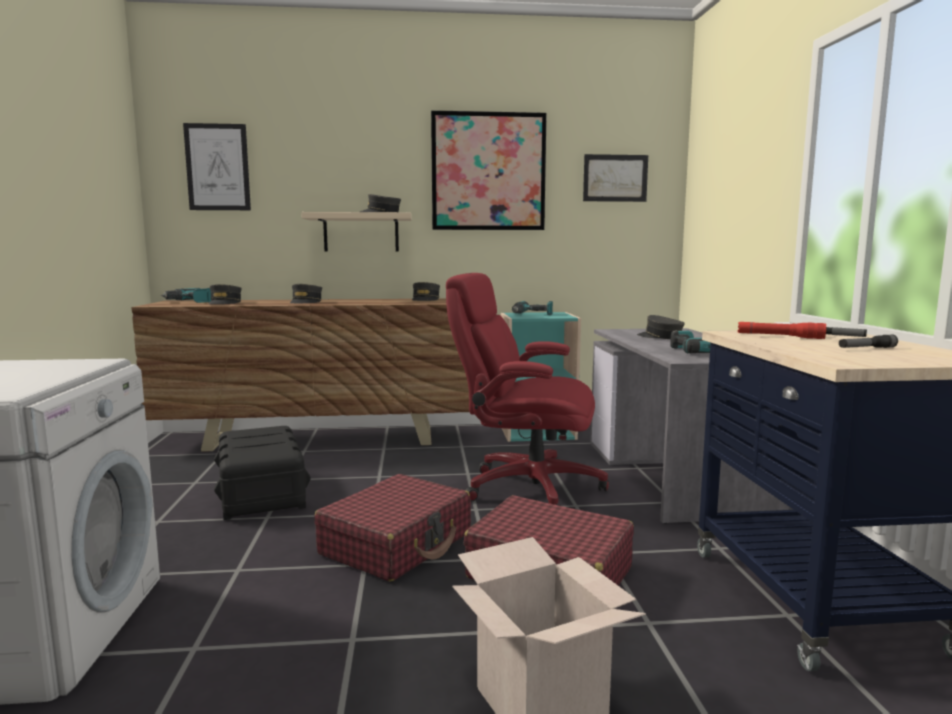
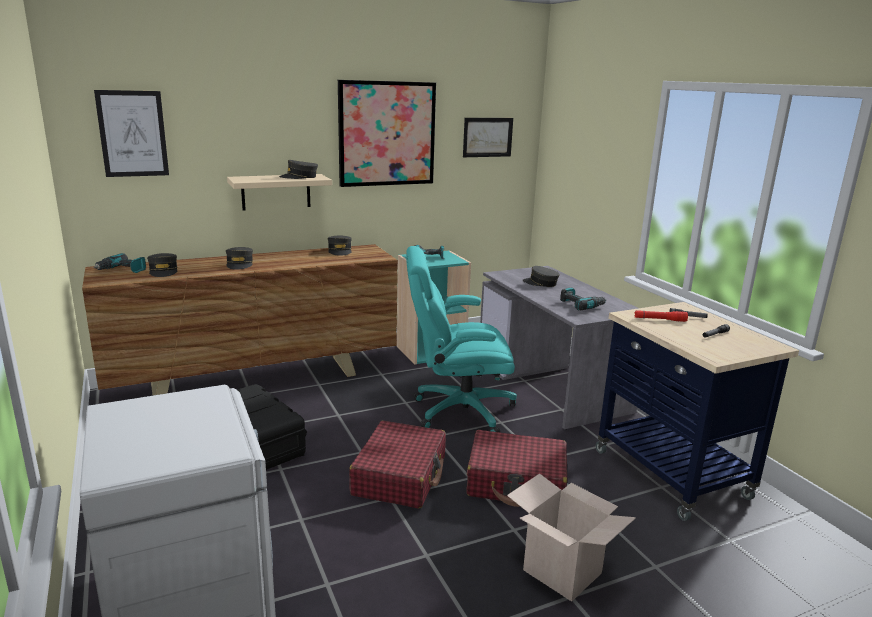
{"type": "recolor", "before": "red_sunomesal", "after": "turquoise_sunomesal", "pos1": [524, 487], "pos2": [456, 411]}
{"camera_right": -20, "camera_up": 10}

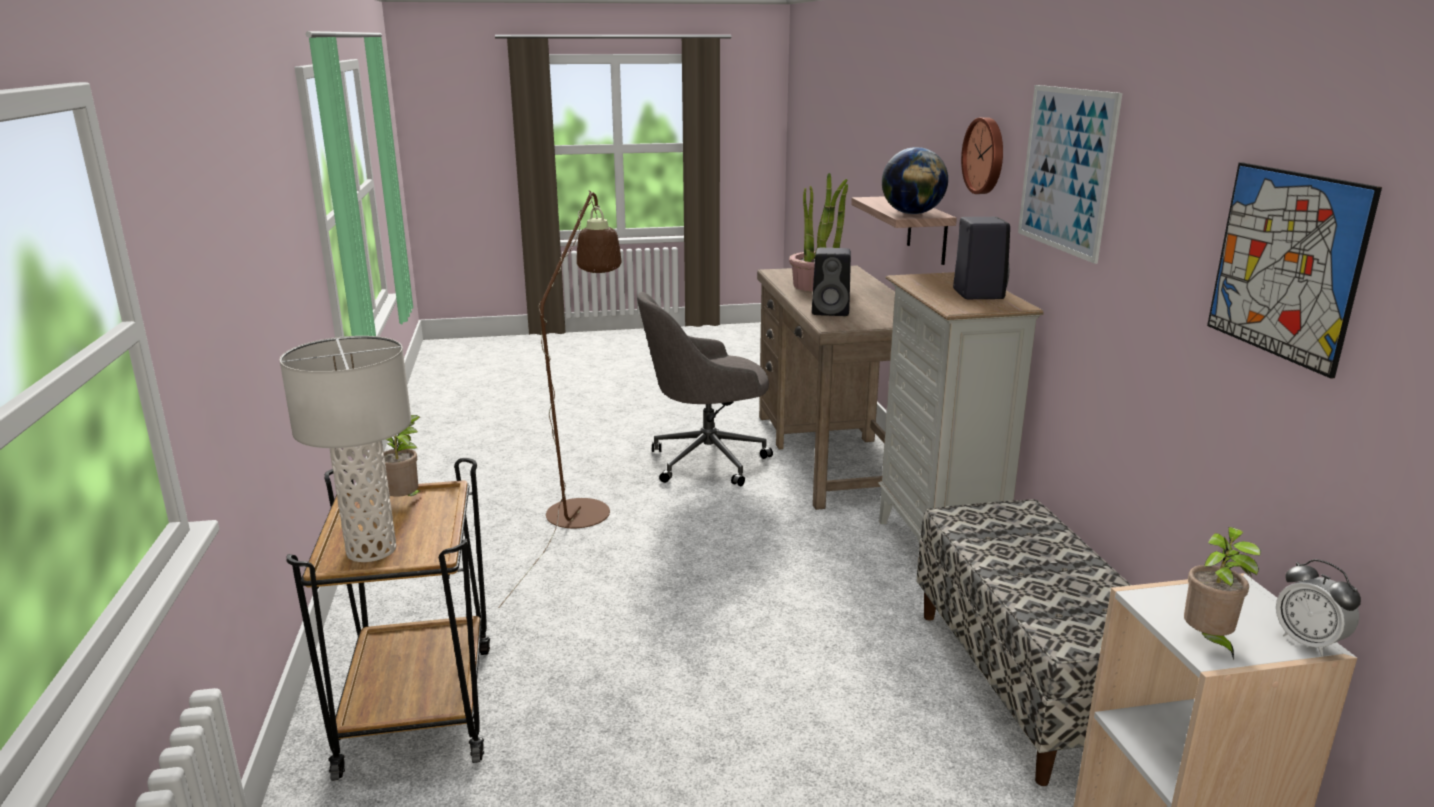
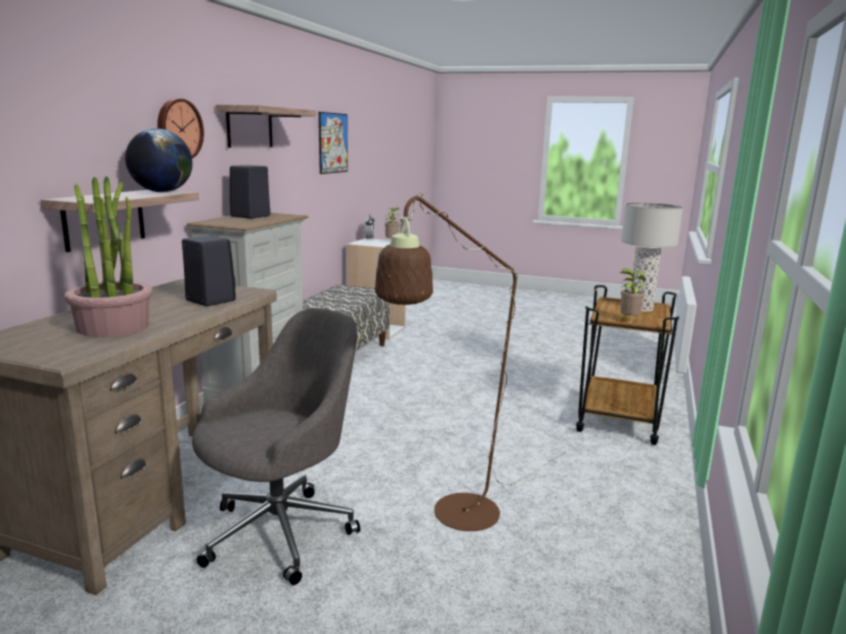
{"type": "replace", "before": "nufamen", "after": "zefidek", "pos1": [1066, 170], "pos2": [249, 127]}
{"type": "rotate", "before": "grey_sunomesal", "pos1": [706, 462], "pos2": [280, 532], "turn": -60}
{"camera_right": -150, "camera_up": -5}

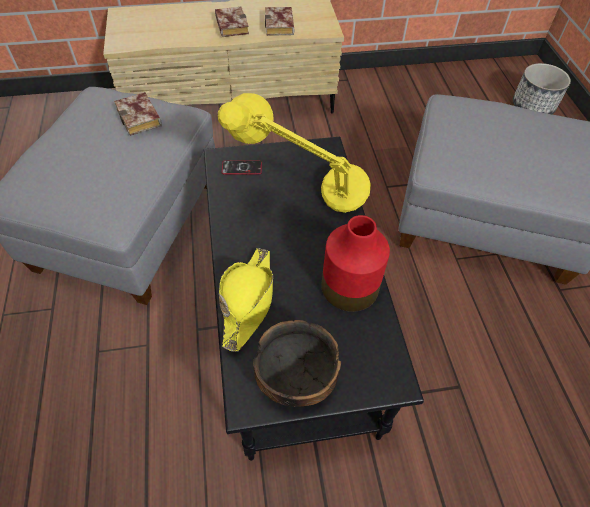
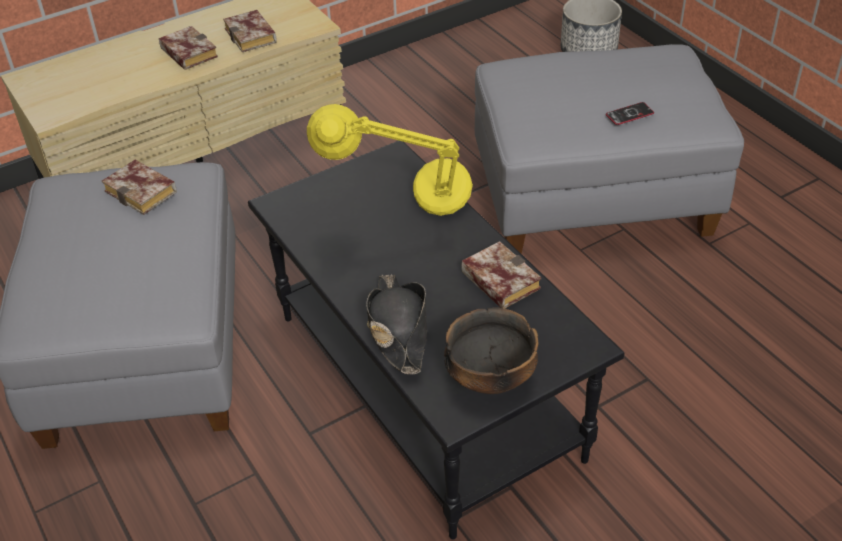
{"type": "move", "before": "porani", "pos1": [241, 168], "pos2": [629, 114]}
{"type": "replace", "before": "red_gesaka", "after": "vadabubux", "pos1": [349, 286], "pos2": [497, 280]}
{"type": "recolor", "before": "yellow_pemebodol", "after": "black_pemebodol", "pos1": [248, 300], "pos2": [398, 329]}
{"camera_right": -20, "camera_up": -10}

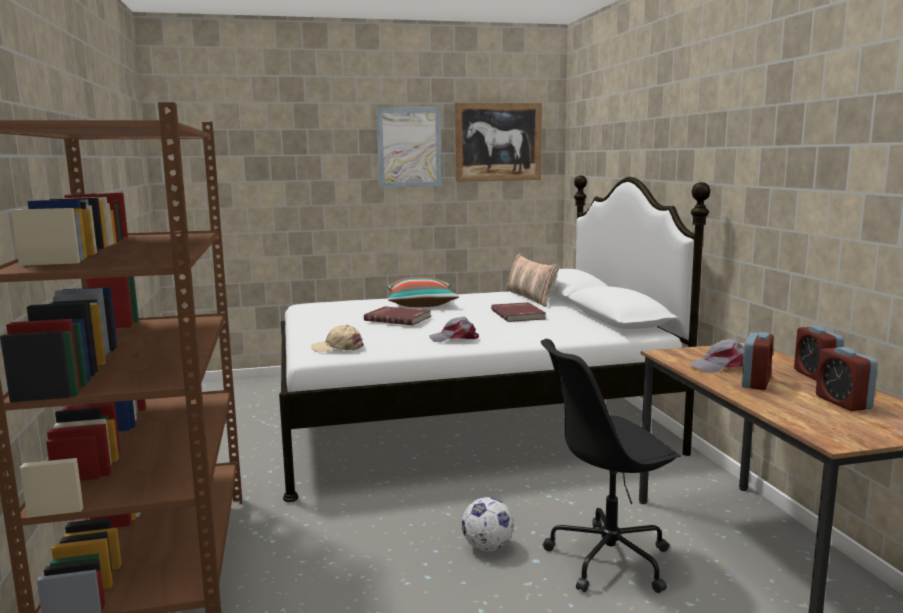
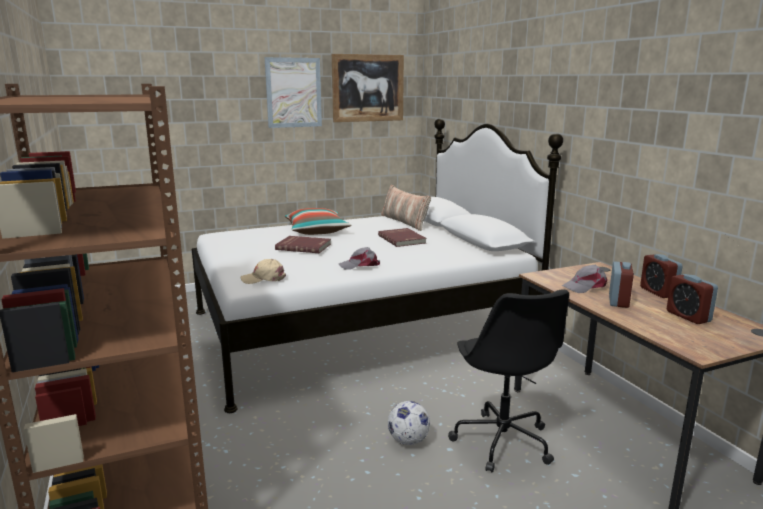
{"type": "rotate", "before": "black_sunomesal", "pos1": [606, 560], "pos2": [503, 444], "turn": -75}
{"camera_right": -10, "camera_up": 5}

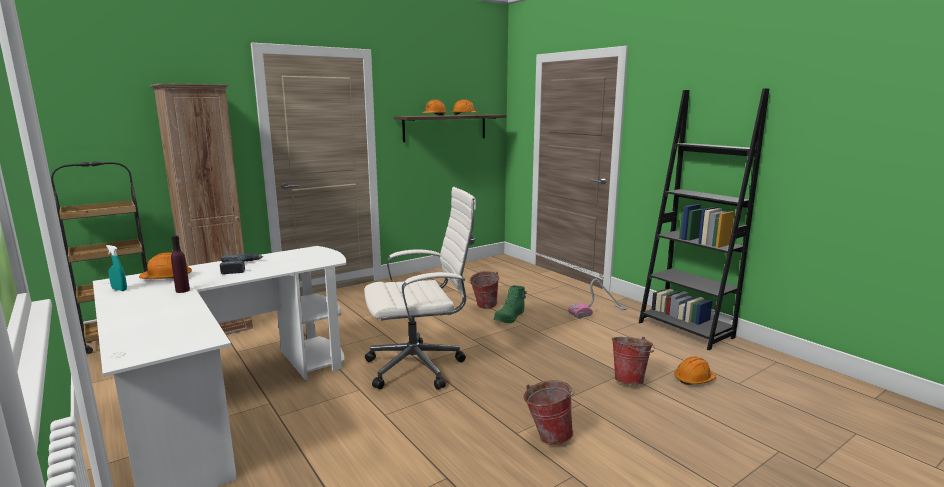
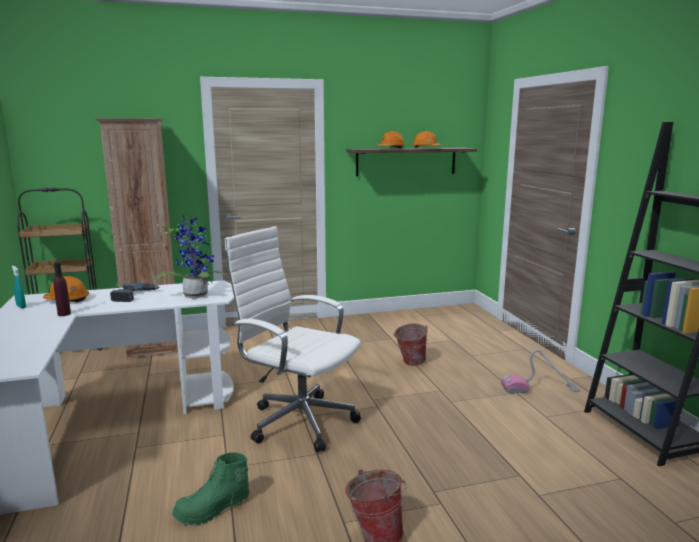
{"type": "delete", "before": "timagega", "pos1": [630, 379]}
{"type": "delete", "before": "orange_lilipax", "pos1": [694, 379]}
{"type": "insert", "after": "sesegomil", "pos2": [195, 294]}
{"type": "move", "before": "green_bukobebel", "pos1": [510, 318], "pos2": [213, 509]}
{"type": "rotate", "before": "white_sunomesal", "pos1": [420, 366], "pos2": [297, 420], "turn": -150}
{"camera_right": 20, "camera_up": 0}

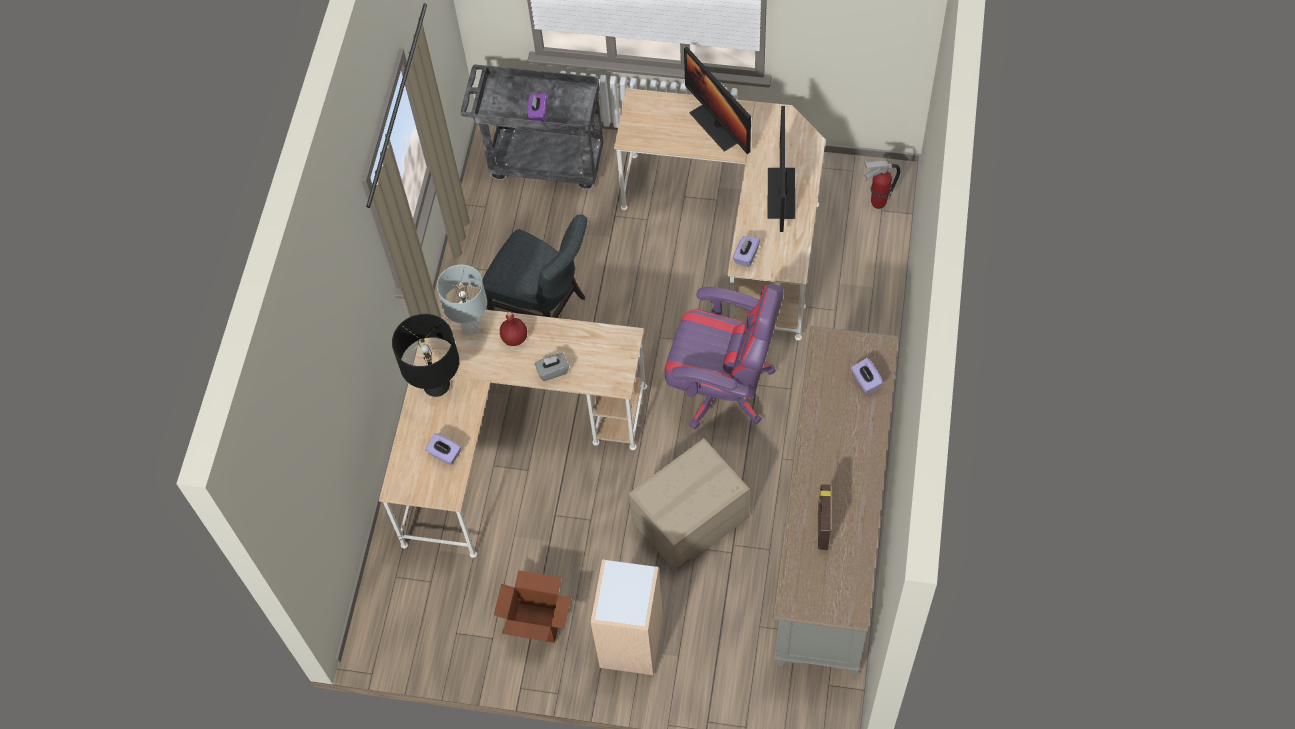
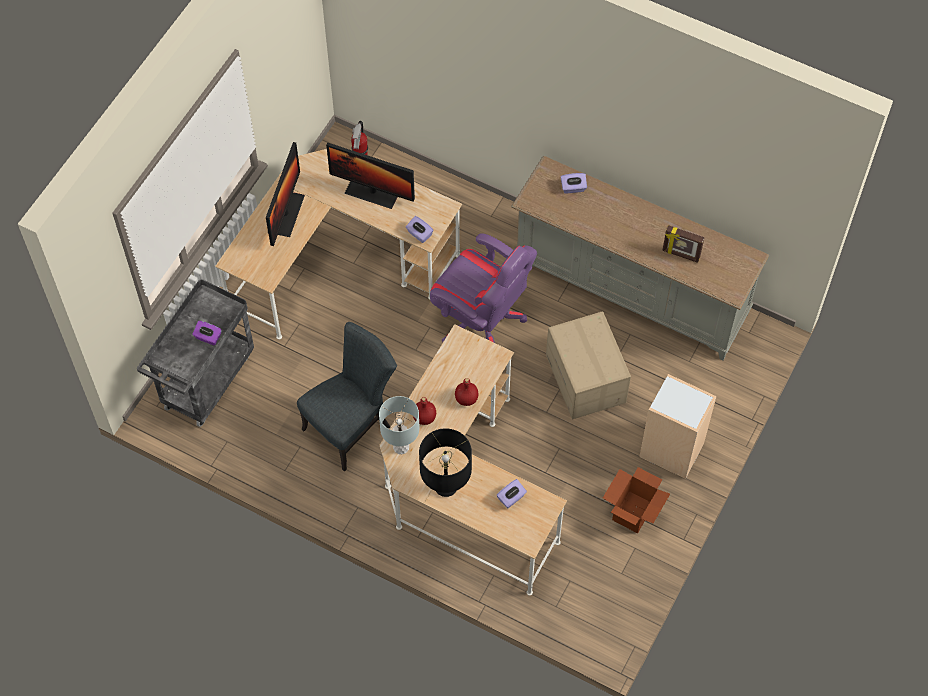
{"type": "replace", "before": "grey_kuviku", "after": "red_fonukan", "pos1": [552, 371], "pos2": [467, 399]}
{"type": "rotate", "before": "purple_sunomesal", "pos1": [722, 387], "pos2": [480, 320], "turn": 90}
{"type": "rotate", "before": "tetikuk", "pos1": [717, 125], "pos2": [286, 213], "turn": -60}
{"camera_right": -75, "camera_up": 0}

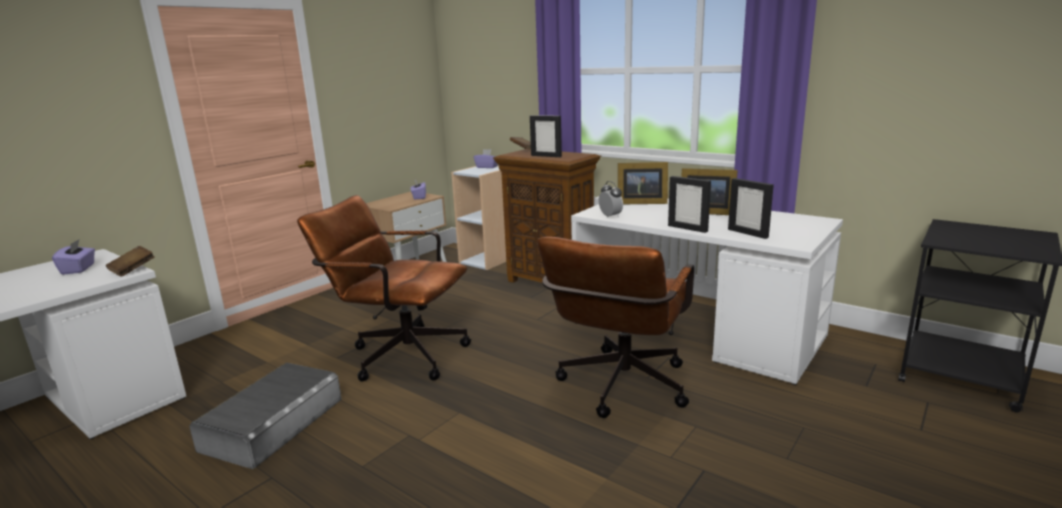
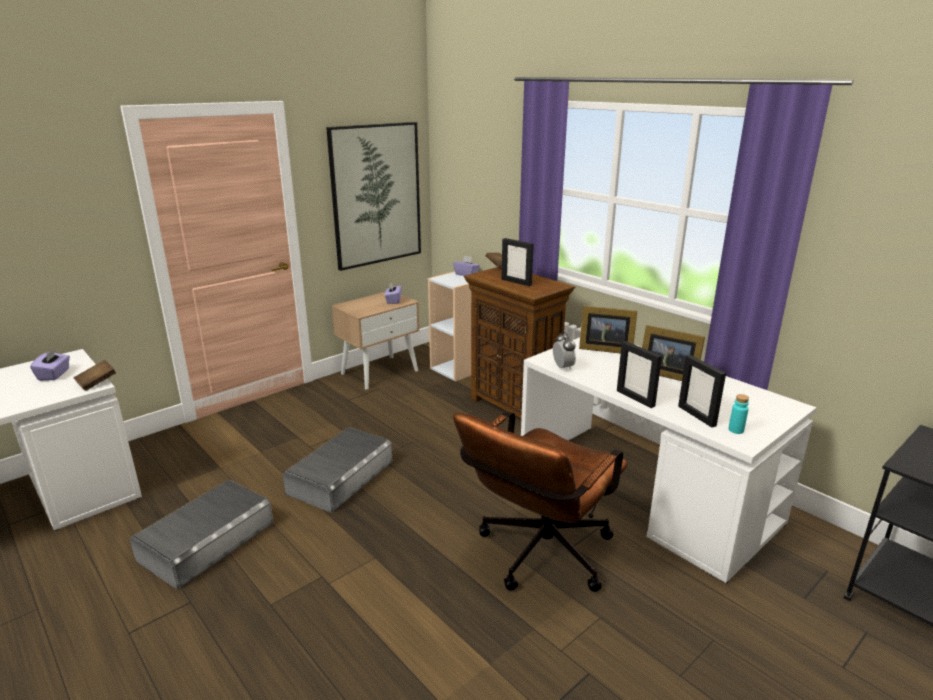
{"type": "insert", "after": "nufamen", "pos2": [376, 195]}
{"type": "insert", "after": "turquoise_fonukan", "pos2": [736, 430]}
{"type": "replace", "before": "brown_sunomesal", "after": "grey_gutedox", "pos1": [399, 354], "pos2": [340, 476]}
{"camera_right": 10, "camera_up": 5}

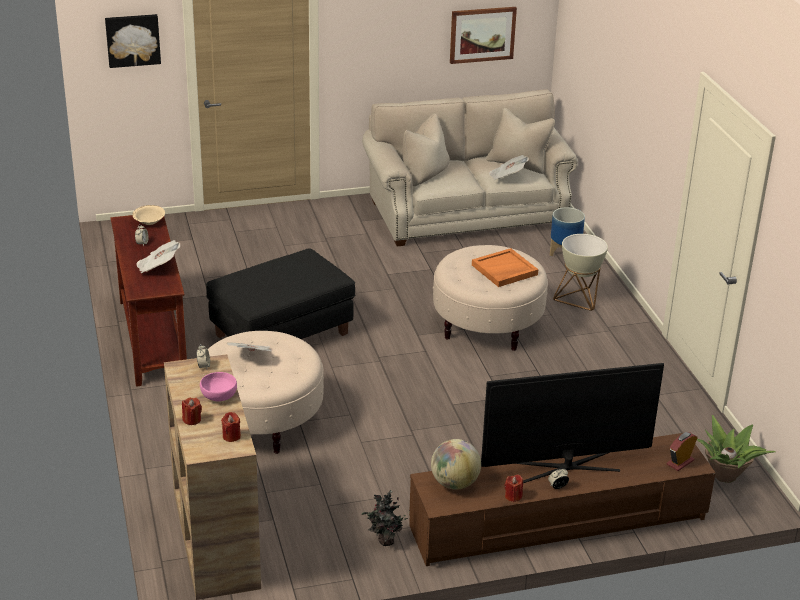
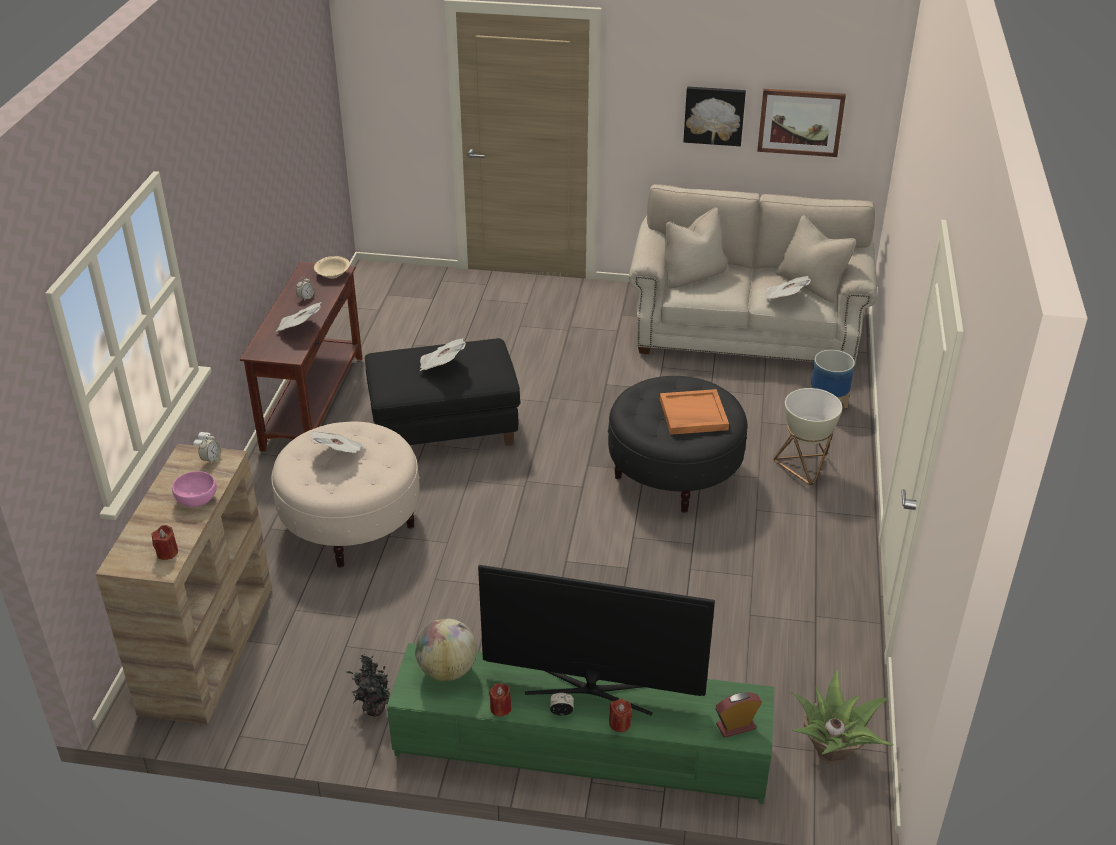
{"type": "insert", "after": "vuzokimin", "pos2": [441, 365]}
{"type": "move", "before": "nufamen", "pos1": [133, 40], "pos2": [714, 115]}
{"type": "move", "before": "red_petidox", "pos1": [192, 420], "pos2": [620, 723]}
{"type": "recolor", "before": "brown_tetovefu", "after": "green_tetovefu", "pos1": [558, 524], "pos2": [579, 751]}
{"type": "recolor", "before": "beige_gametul", "after": "black_gametul", "pos1": [488, 325], "pos2": [674, 473]}
{"camera_right": 25, "camera_up": 5}

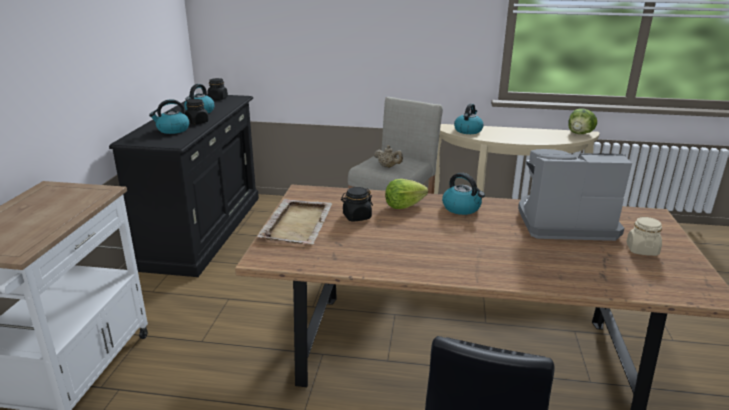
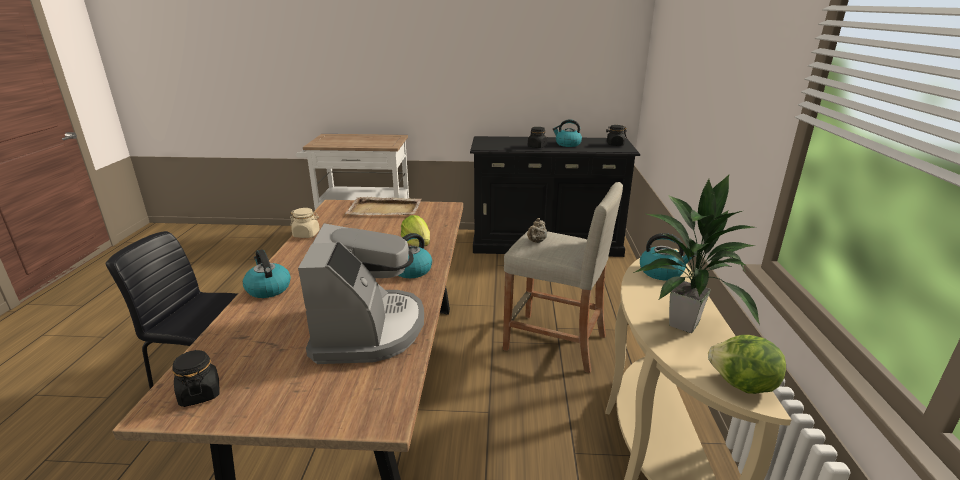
{"type": "insert", "after": "sesegomil", "pos2": [682, 325]}
{"type": "move", "before": "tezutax", "pos1": [172, 130], "pos2": [268, 288]}
{"type": "move", "before": "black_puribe", "pos1": [356, 217], "pos2": [200, 393]}
{"type": "move", "before": "beige_puribe", "pos1": [641, 250], "pos2": [306, 234]}
{"camera_right": 85, "camera_up": 0}

